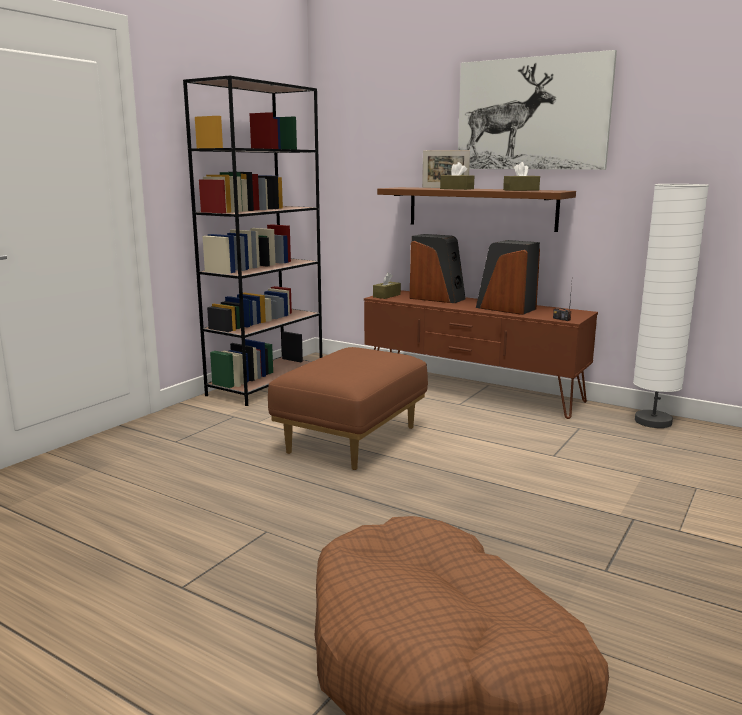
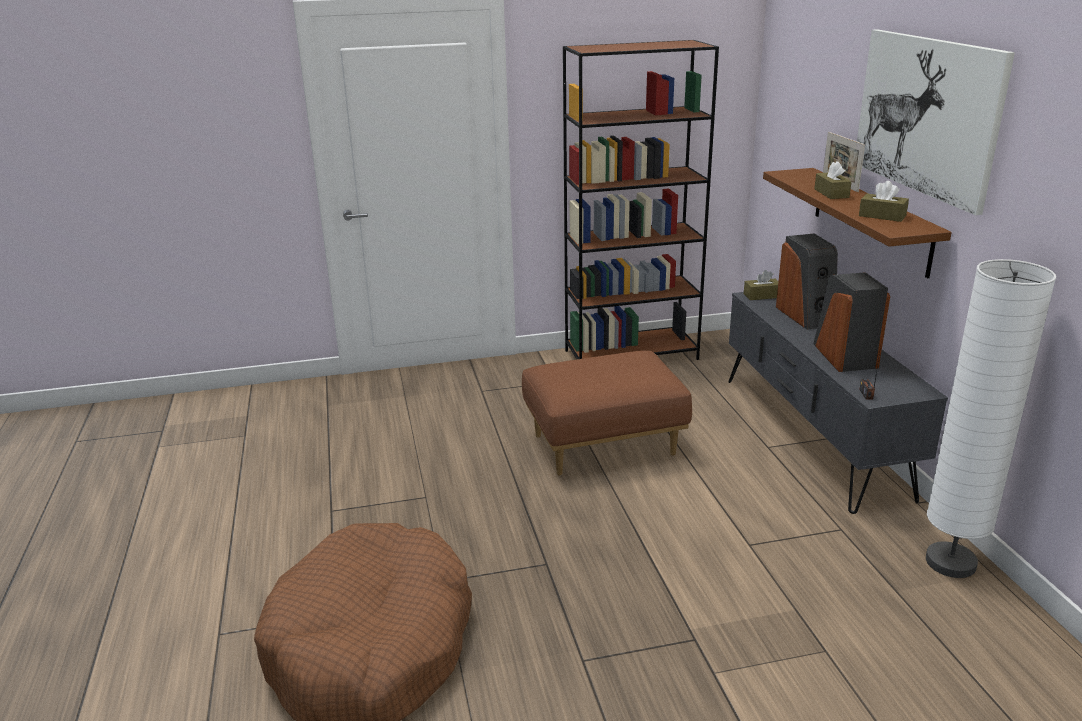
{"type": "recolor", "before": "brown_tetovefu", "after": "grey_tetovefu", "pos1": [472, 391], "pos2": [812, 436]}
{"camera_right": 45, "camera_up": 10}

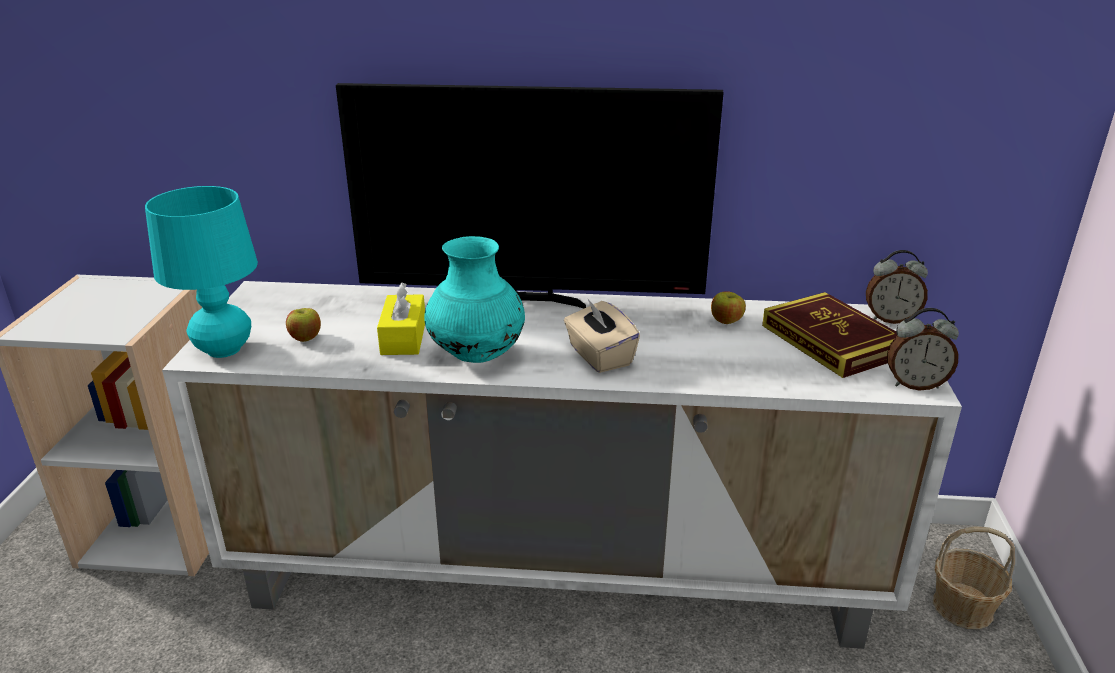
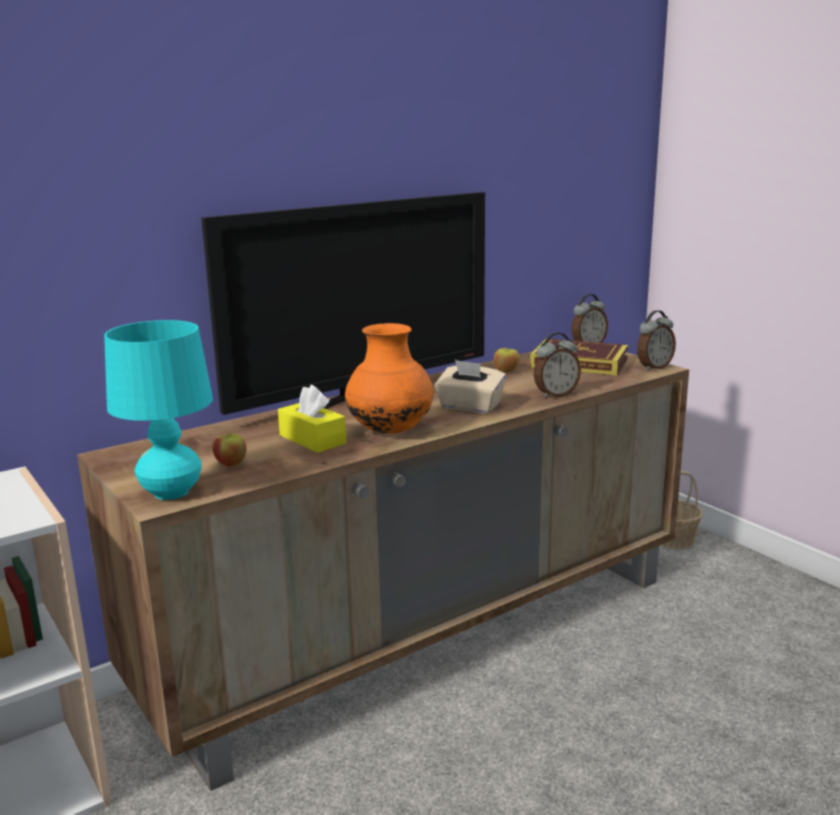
{"type": "insert", "after": "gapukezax", "pos2": [555, 394]}
{"type": "recolor", "before": "white_tetovefu", "after": "brown_tetovefu", "pos1": [559, 563], "pos2": [425, 631]}
{"type": "recolor", "before": "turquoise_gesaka", "after": "orange_gesaka", "pos1": [477, 356], "pos2": [390, 431]}
{"camera_right": -40, "camera_up": -10}

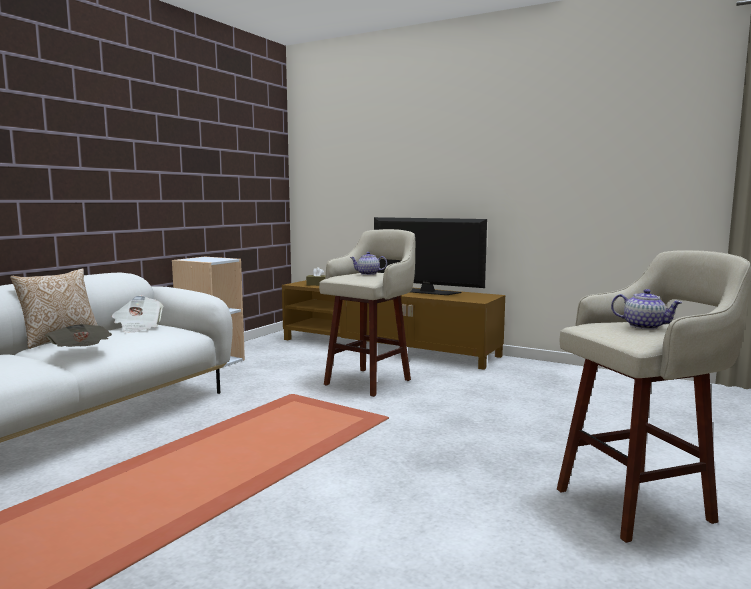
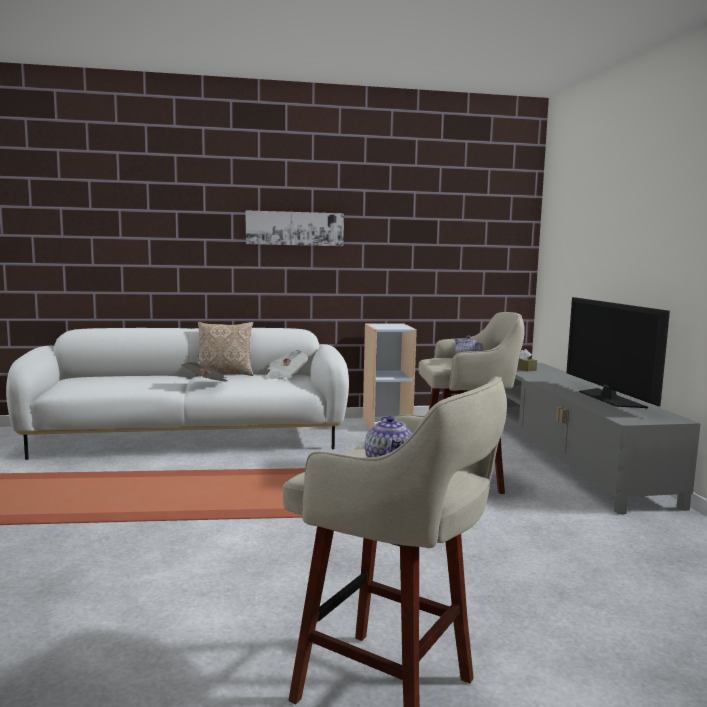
{"type": "insert", "after": "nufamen", "pos2": [294, 228]}
{"type": "recolor", "before": "brown_tetovefu", "after": "grey_tetovefu", "pos1": [388, 347], "pos2": [569, 458]}
{"camera_right": 50, "camera_up": 0}

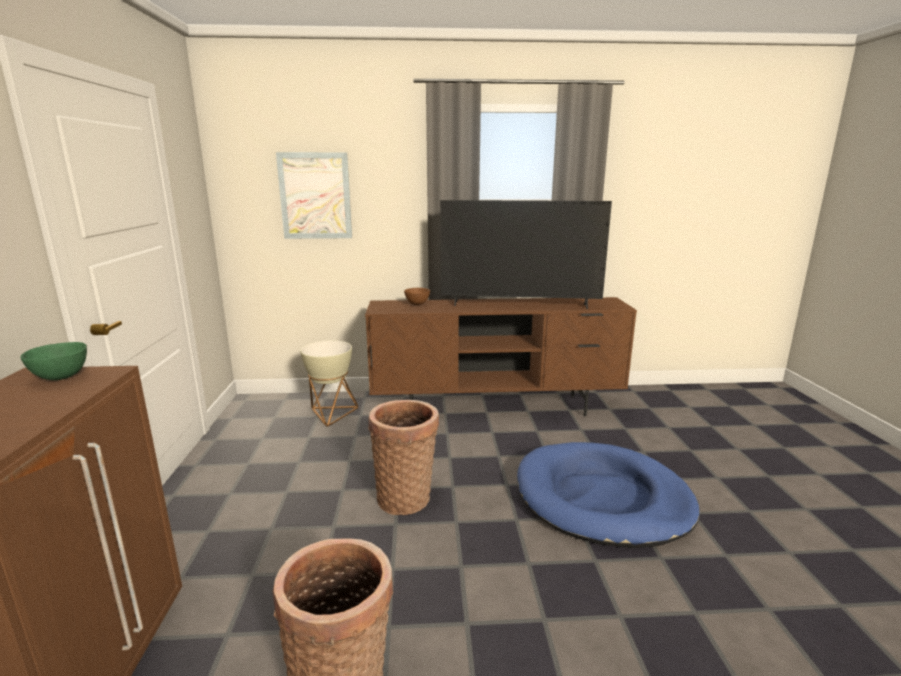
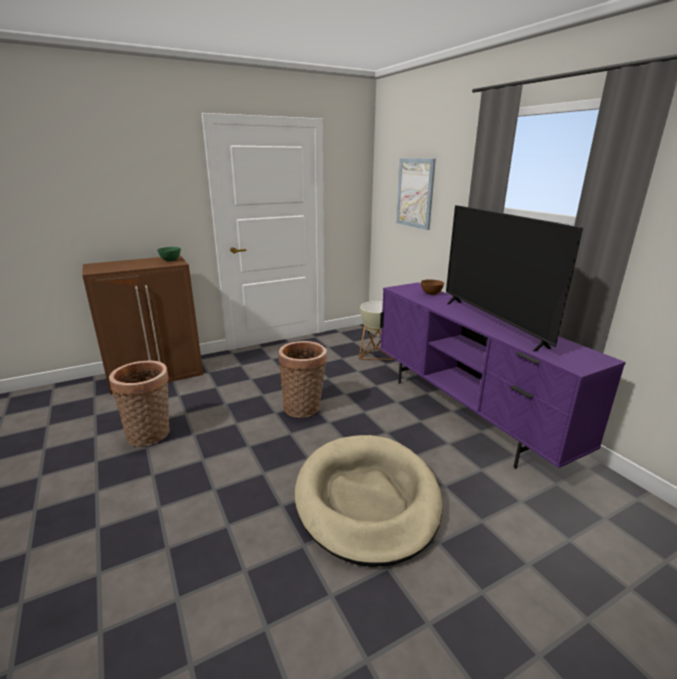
{"type": "recolor", "before": "brown_tetovefu", "after": "purple_tetovefu", "pos1": [497, 408], "pos2": [465, 414]}
{"type": "recolor", "before": "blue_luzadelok", "after": "beige_luzadelok", "pos1": [602, 498], "pos2": [367, 499]}
{"camera_right": 65, "camera_up": 5}

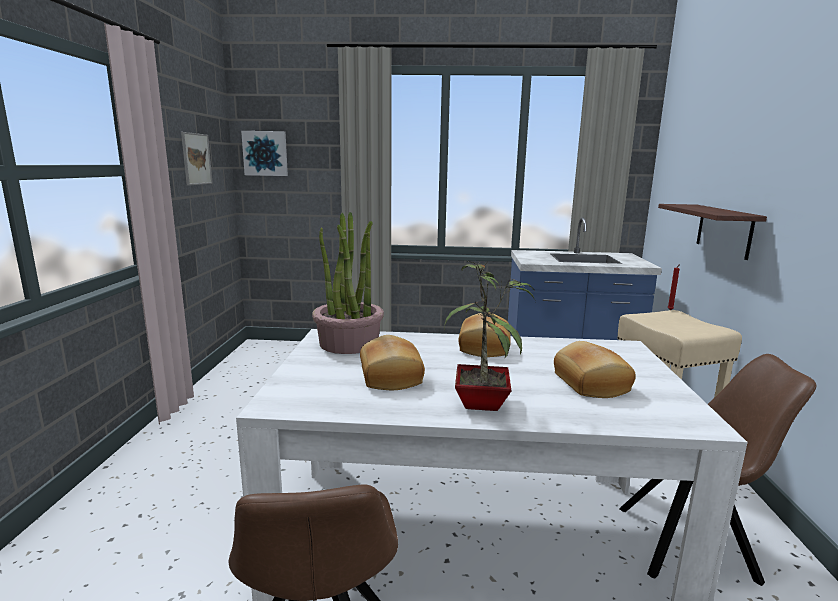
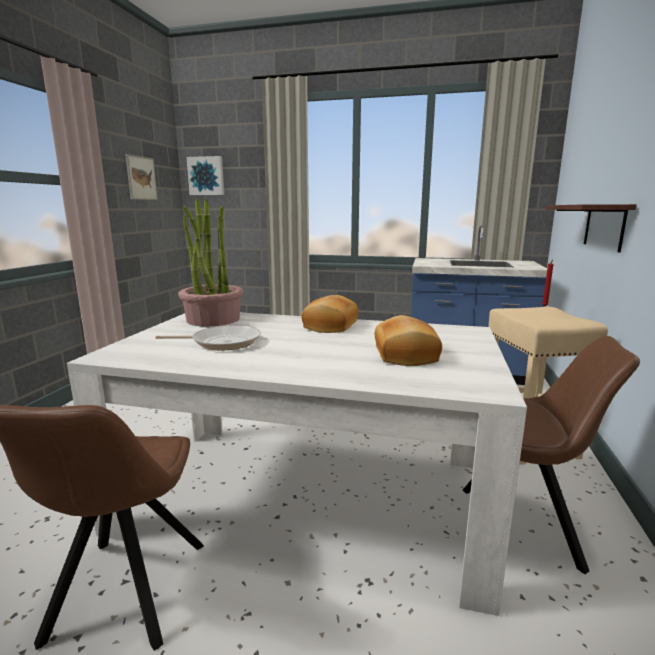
{"type": "delete", "before": "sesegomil", "pos1": [484, 403]}
{"type": "replace", "before": "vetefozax", "after": "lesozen", "pos1": [389, 377], "pos2": [222, 342]}
{"camera_right": 10, "camera_up": 0}

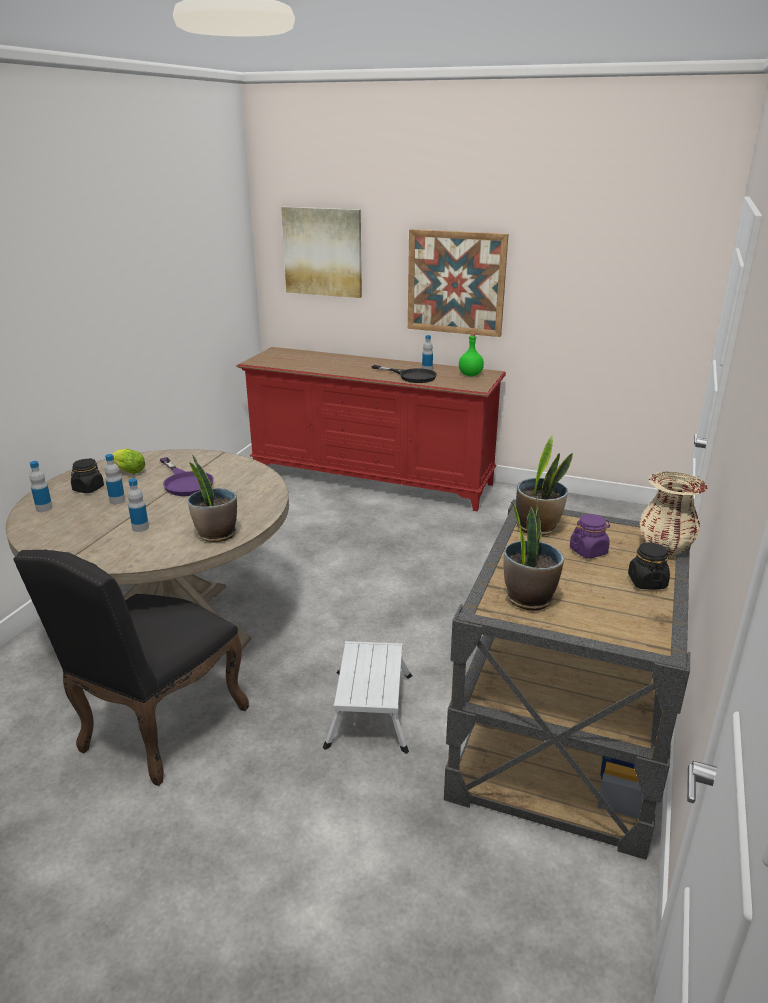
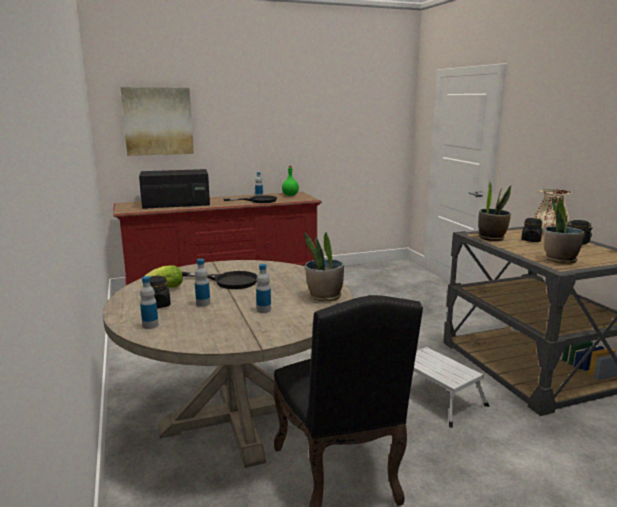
{"type": "delete", "before": "nufamen", "pos1": [456, 283]}
{"type": "insert", "after": "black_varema", "pos2": [177, 203]}
{"type": "recolor", "before": "purple_lesozen", "after": "black_lesozen", "pos1": [185, 482], "pos2": [228, 281]}
{"type": "recolor", "before": "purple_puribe", "after": "black_puribe", "pos1": [588, 551], "pos2": [530, 240]}
{"camera_right": -40, "camera_up": -10}

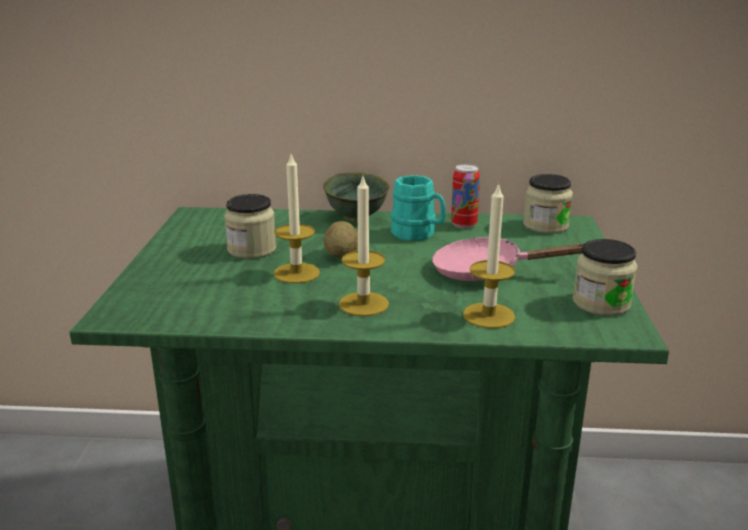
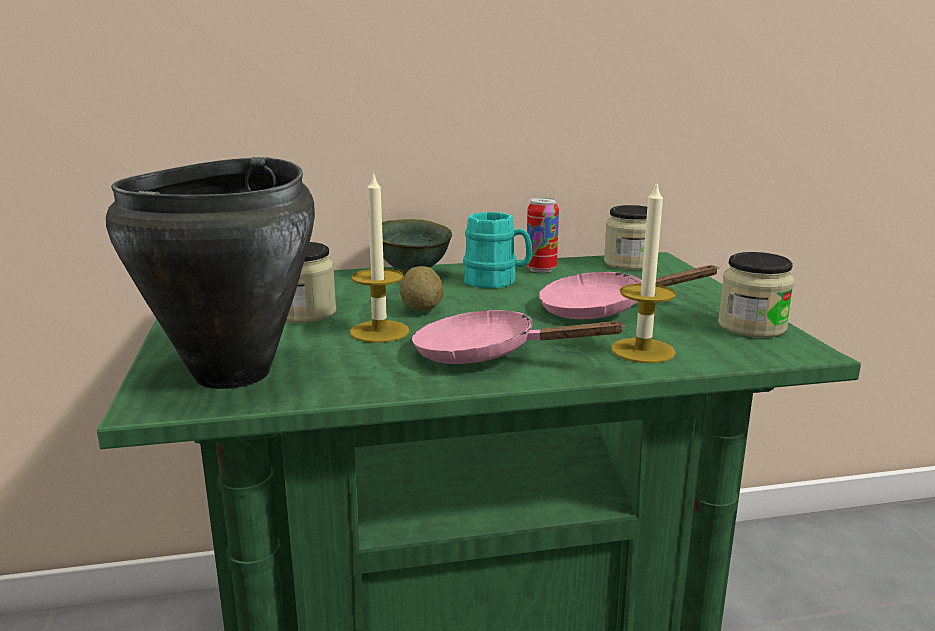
{"type": "insert", "after": "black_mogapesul", "pos2": [234, 373]}
{"type": "replace", "before": "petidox", "after": "pink_lesozen", "pos1": [363, 304], "pos2": [487, 354]}
{"camera_right": -15, "camera_up": -5}

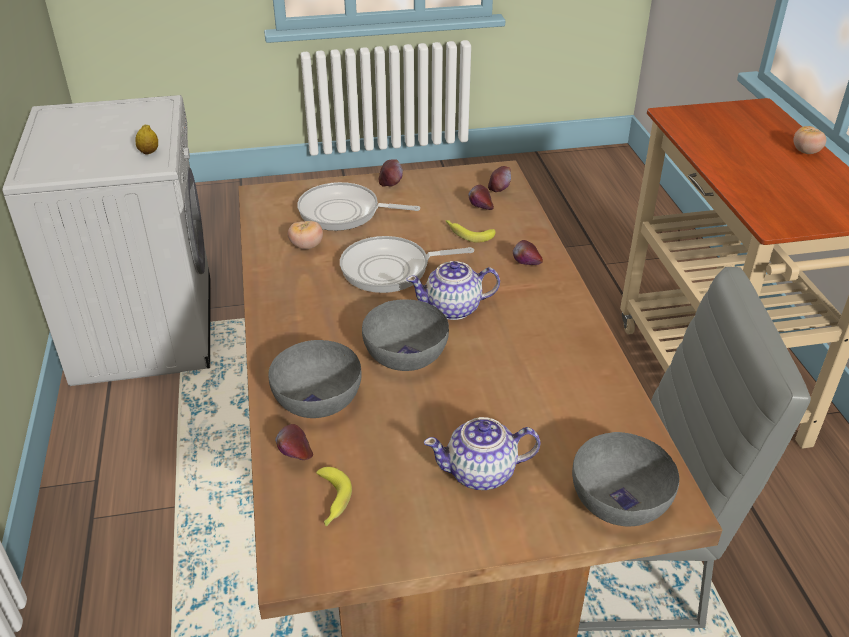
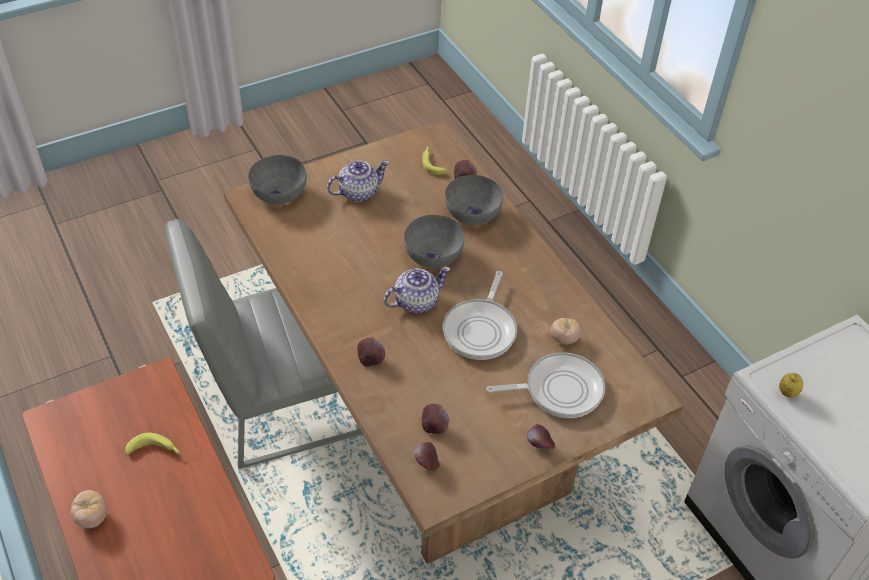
{"type": "move", "before": "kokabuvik", "pos1": [468, 233], "pos2": [155, 450]}
{"type": "rotate", "before": "lesozen", "pos1": [391, 269], "pos2": [481, 329], "turn": 135}
{"camera_right": 160, "camera_up": 10}

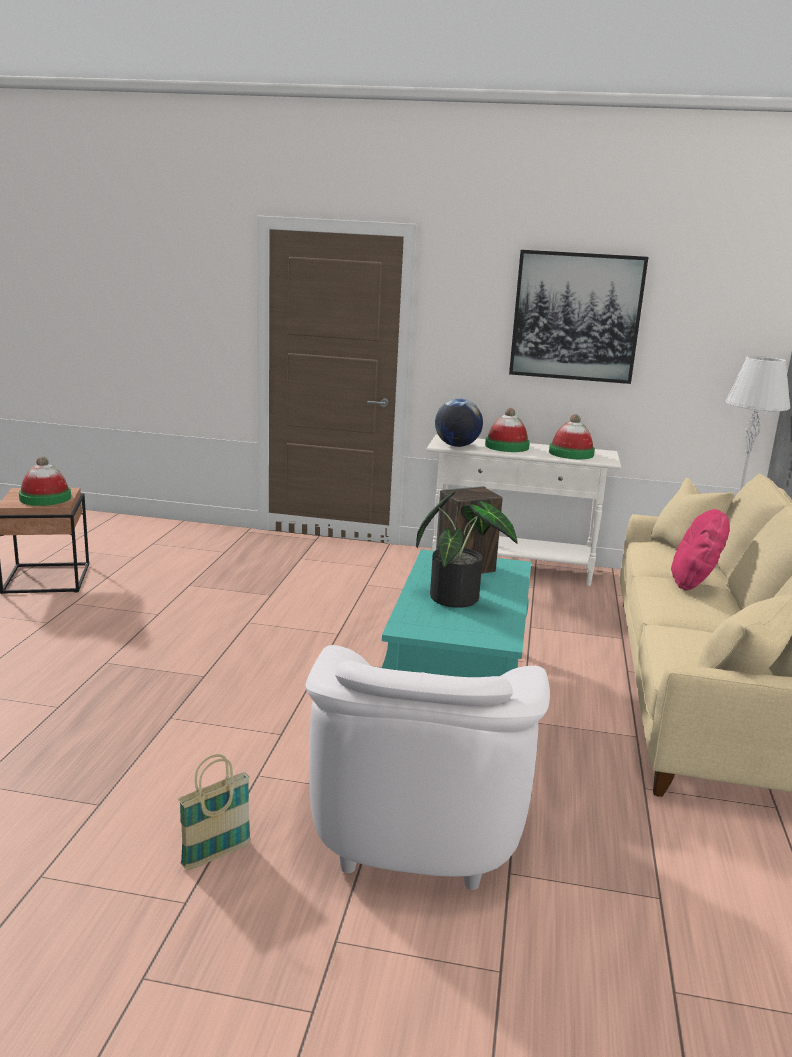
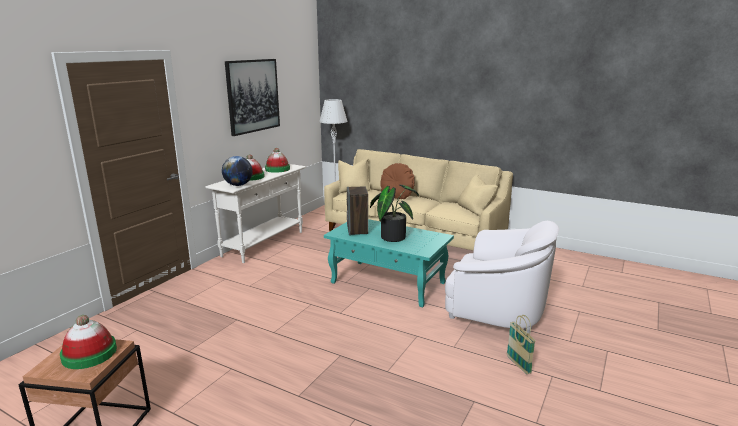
{"type": "recolor", "before": "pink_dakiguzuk", "after": "brown_dakiguzuk", "pos1": [693, 585], "pos2": [397, 197]}
{"camera_right": -70, "camera_up": 0}

